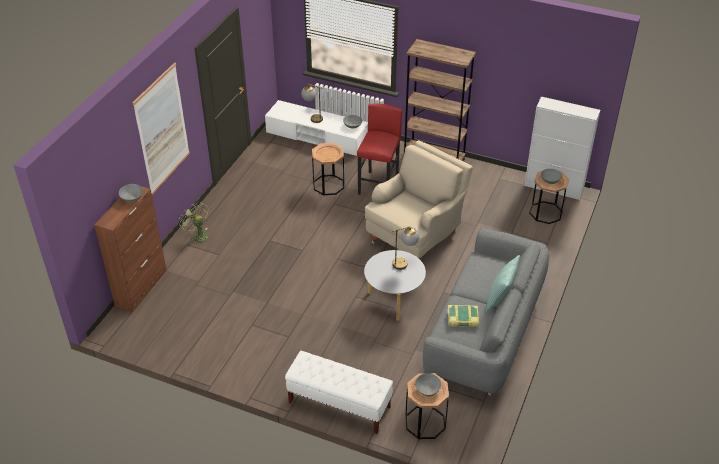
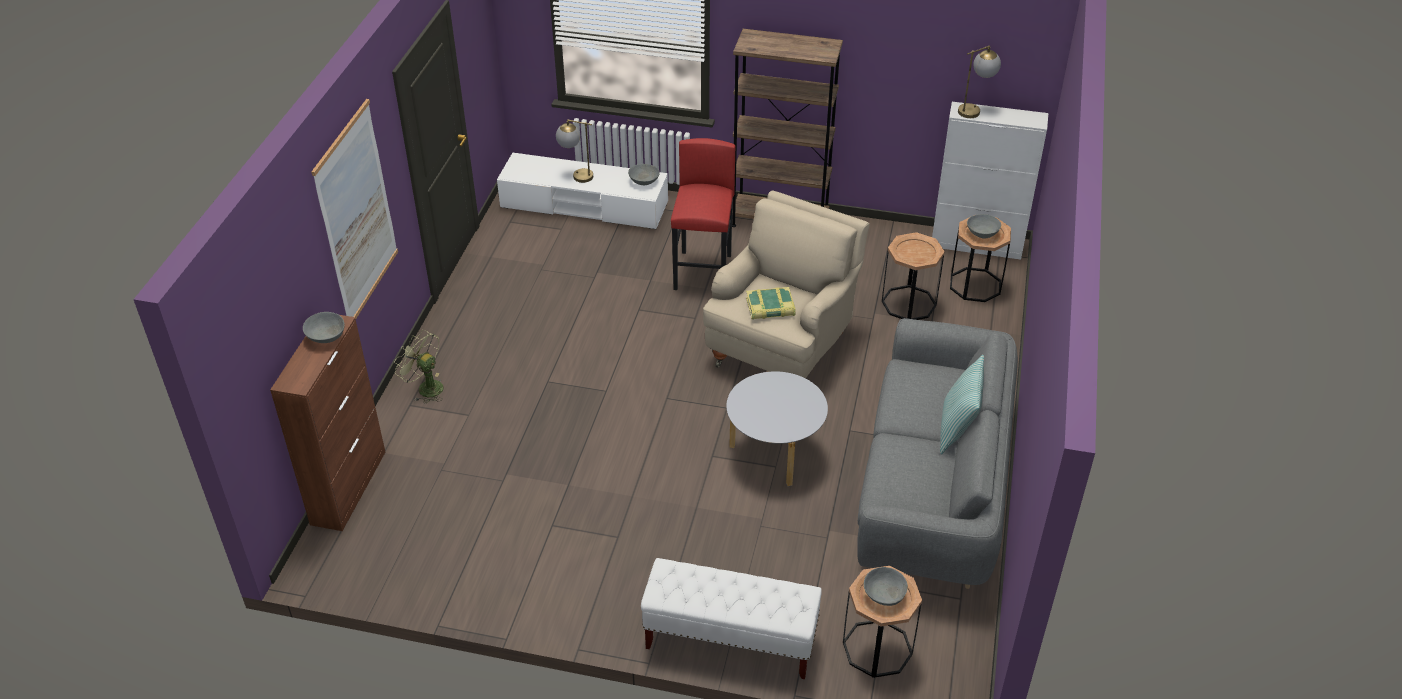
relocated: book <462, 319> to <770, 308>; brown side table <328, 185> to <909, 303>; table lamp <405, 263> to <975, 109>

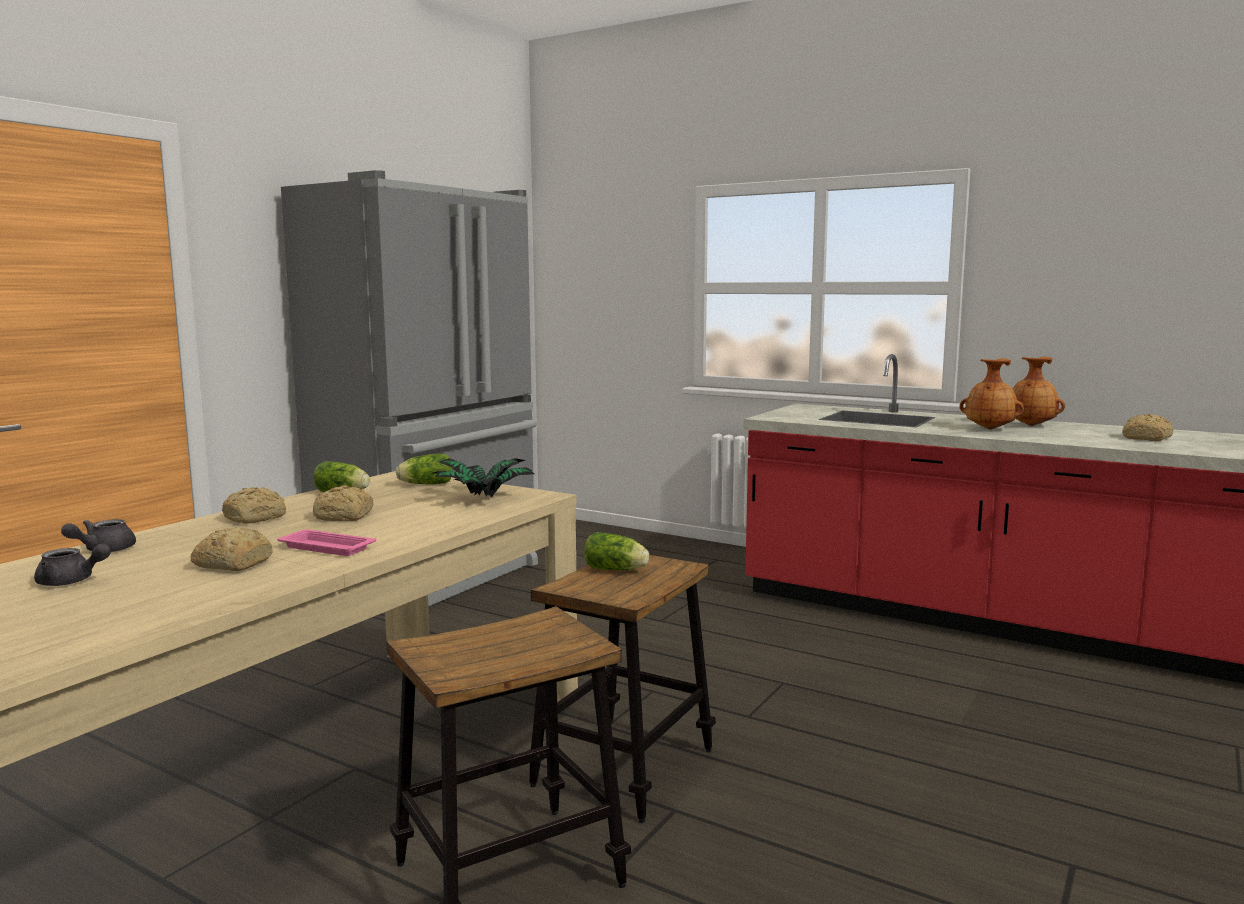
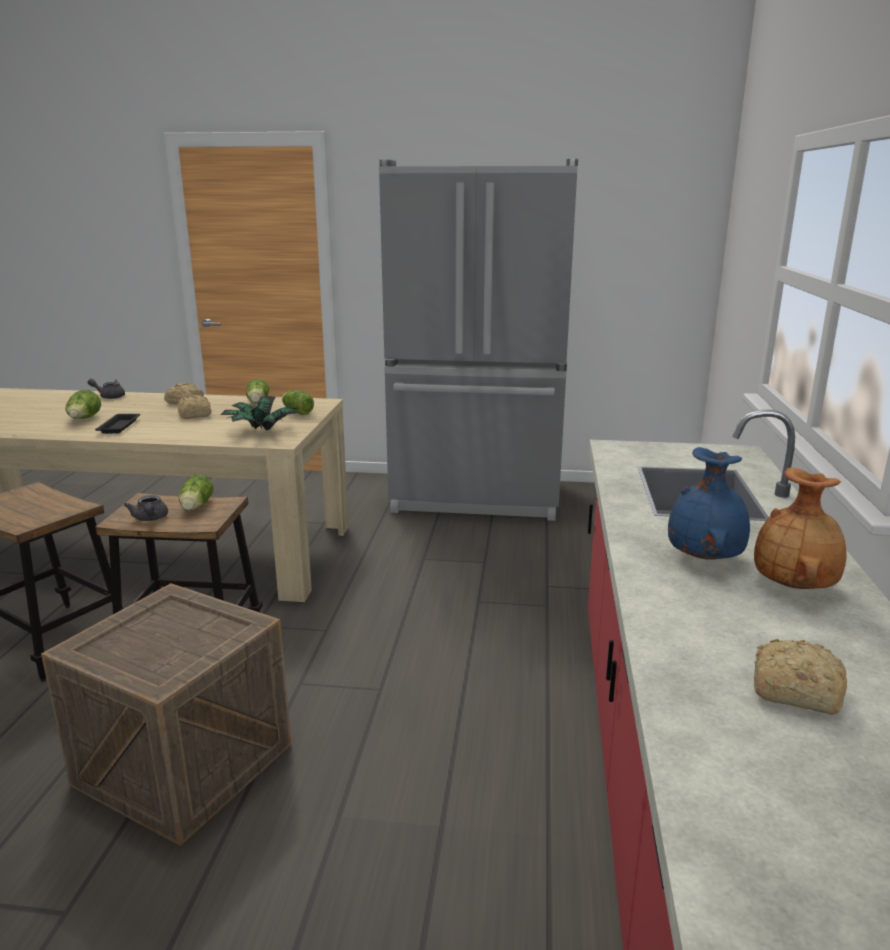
appeared: crate <184, 764>
relocated: grey teapot <71, 582> to <150, 519>
exchanged: bread <233, 564> to lettuce <84, 419>
colour: pink tray <325, 548> to black tray <119, 426>; brown vase <989, 429> to blue vase <705, 558>

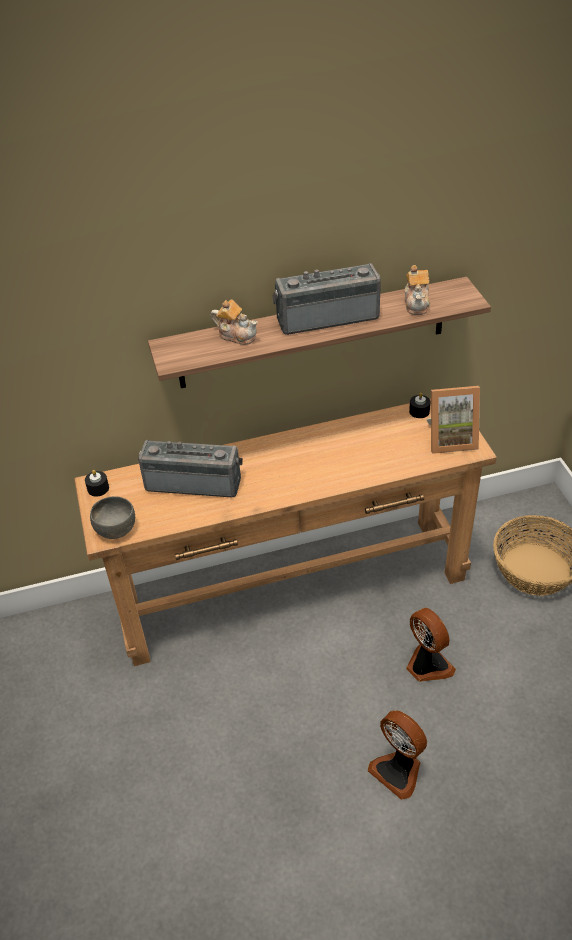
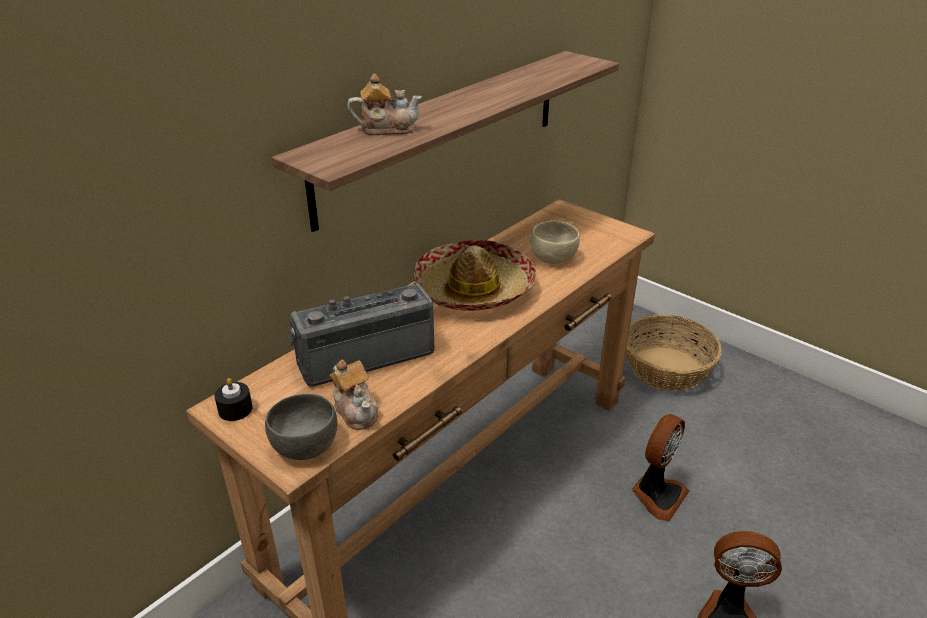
missing: radio <327, 316>; black candle <419, 411>; picture frame <450, 439>
appeared: hat <474, 288>; beige bowl <553, 257>
relocated: teapot <417, 304> to <356, 410>
spun: fan <427, 665> = <657, 495> 105 degrees clockwise

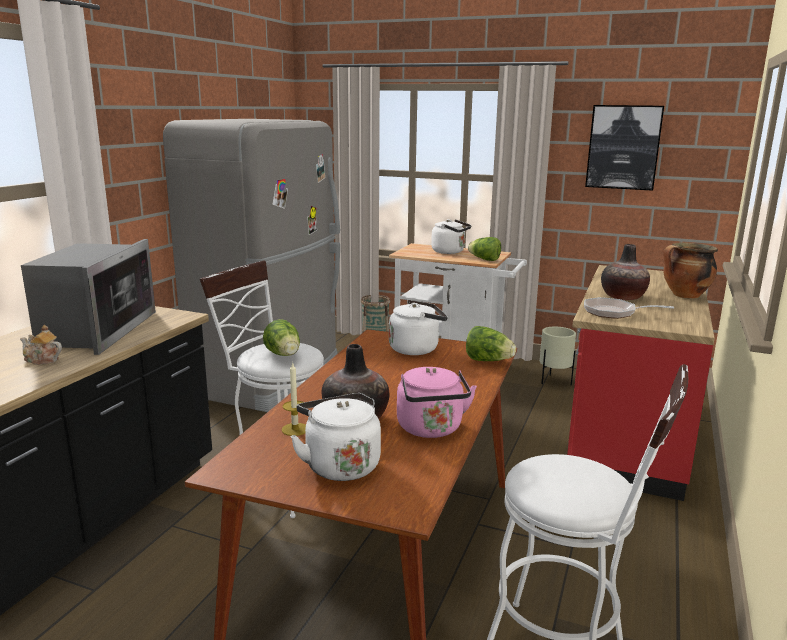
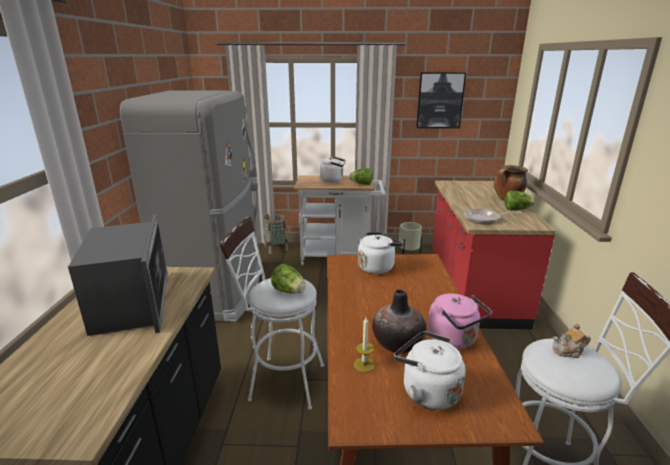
missing: vase <623, 297>
relocated: lettuce <488, 361> to <516, 209>; teapot <42, 360> to <568, 351>

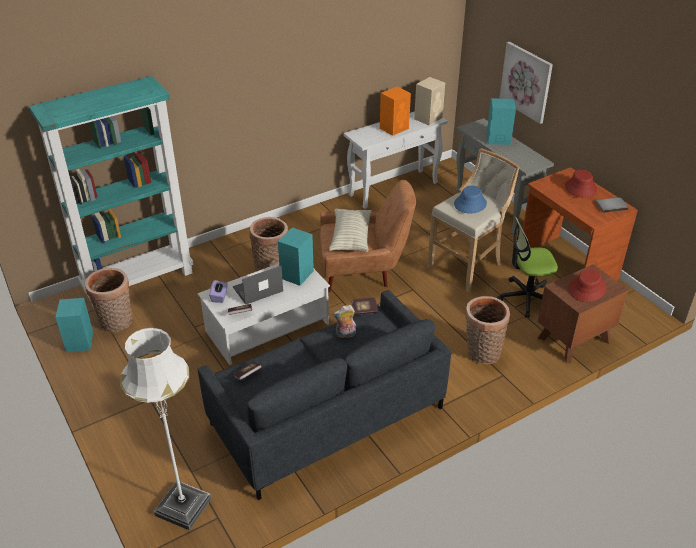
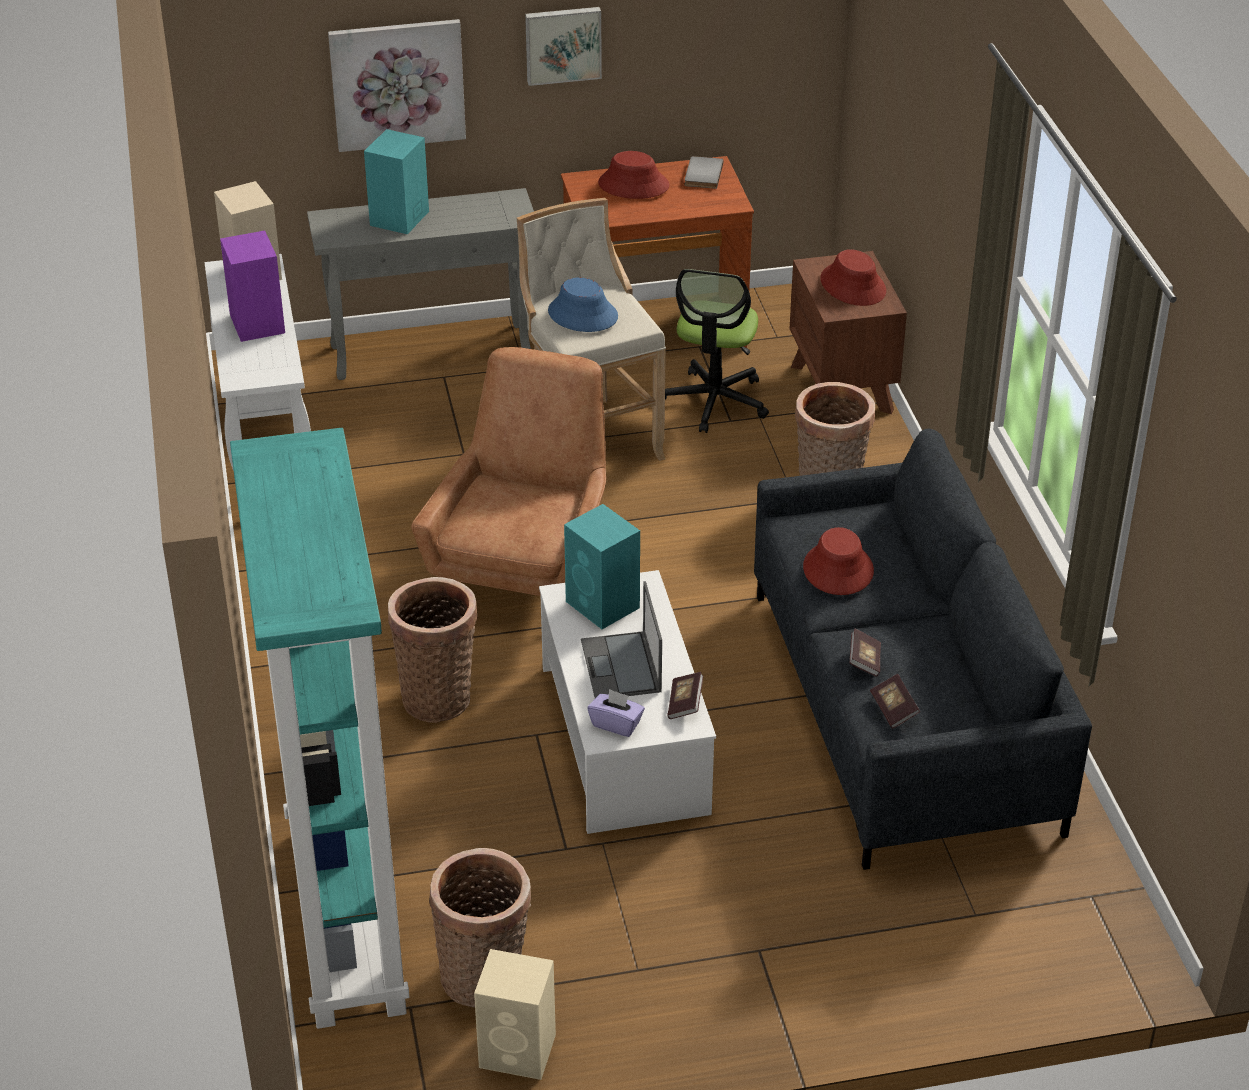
missing: white floor lamp <183, 507>; pillow <350, 238>
appeared: picture <563, 44>
relocated: book <364, 310> to <864, 661>
exchanged: plush toy <345, 335> to red hat <837, 569>
colour: orange speaker <394, 128> to purple speaker <257, 323>; turquoise speaker <79, 342> to beige speaker <519, 1051>

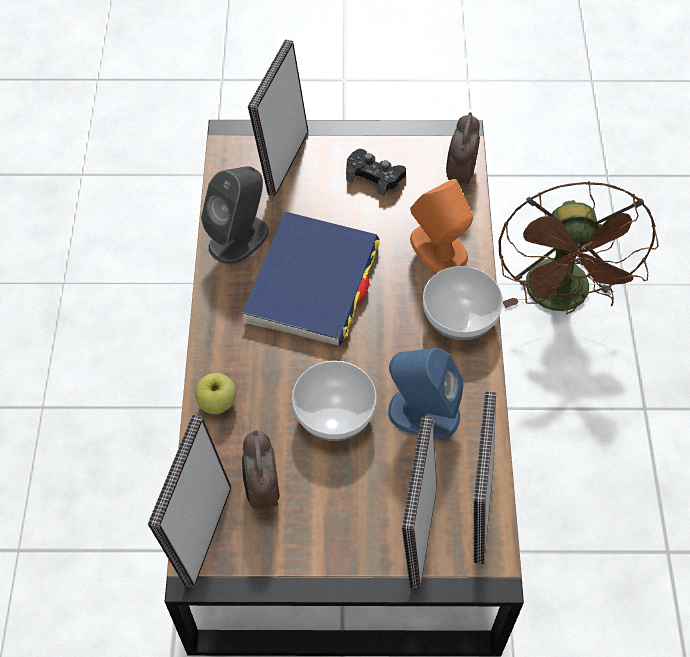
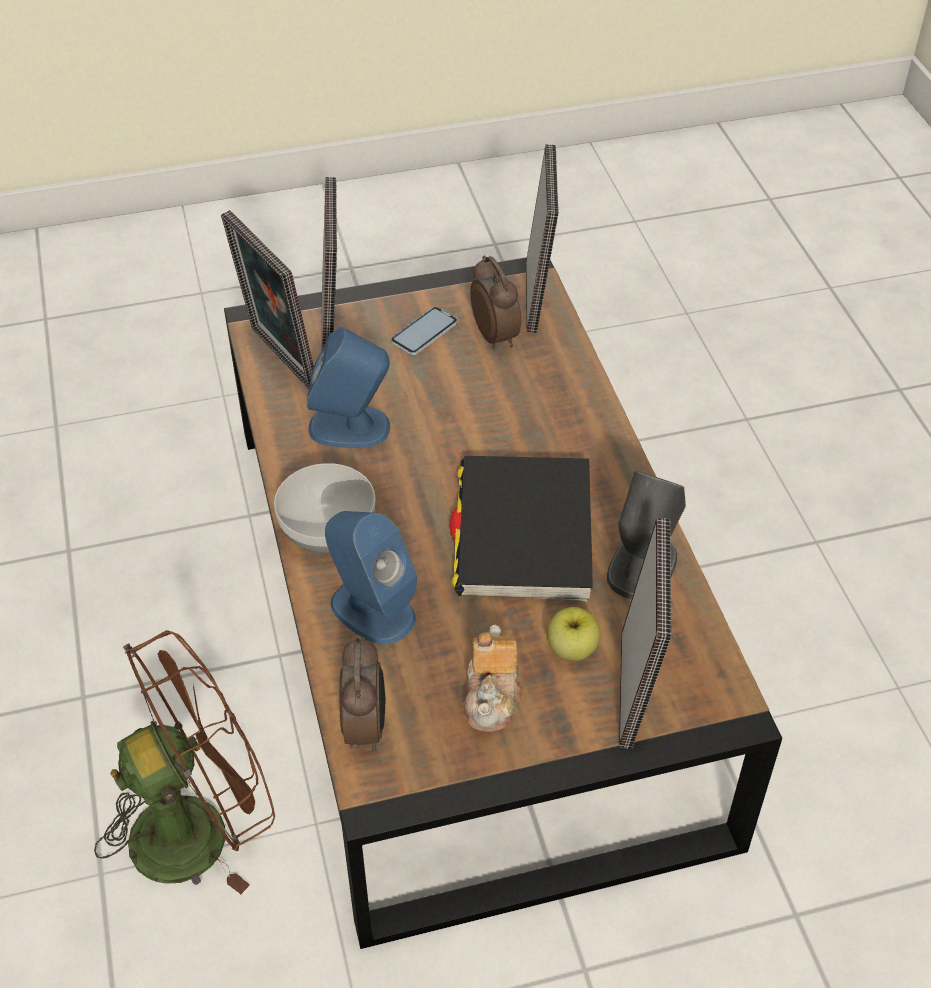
missing: bowl <333, 414>
appeared: phone <424, 332>
relocated: apple <217, 403> to <572, 649>
exchanged: black game controller <374, 176> to teapot <492, 697>
colour: orange speaker <439, 249> to blue speaker <372, 610>; blue book <312, 283> to black book <523, 533>
spun: brown fan <561, 299> = <198, 826> 75 degrees clockwise; picture frame <476, 510> = <278, 359> 150 degrees clockwise

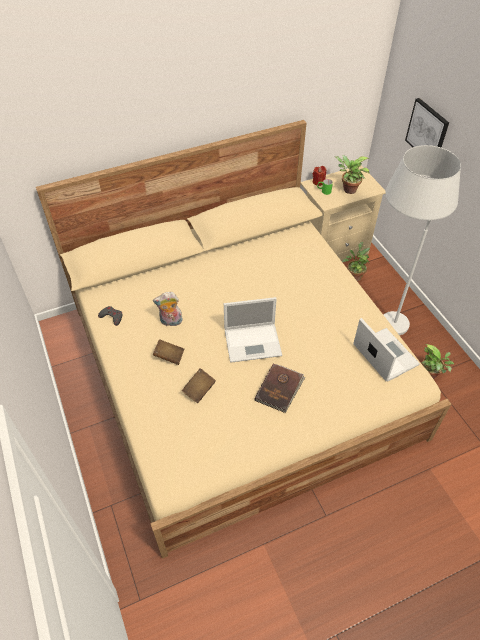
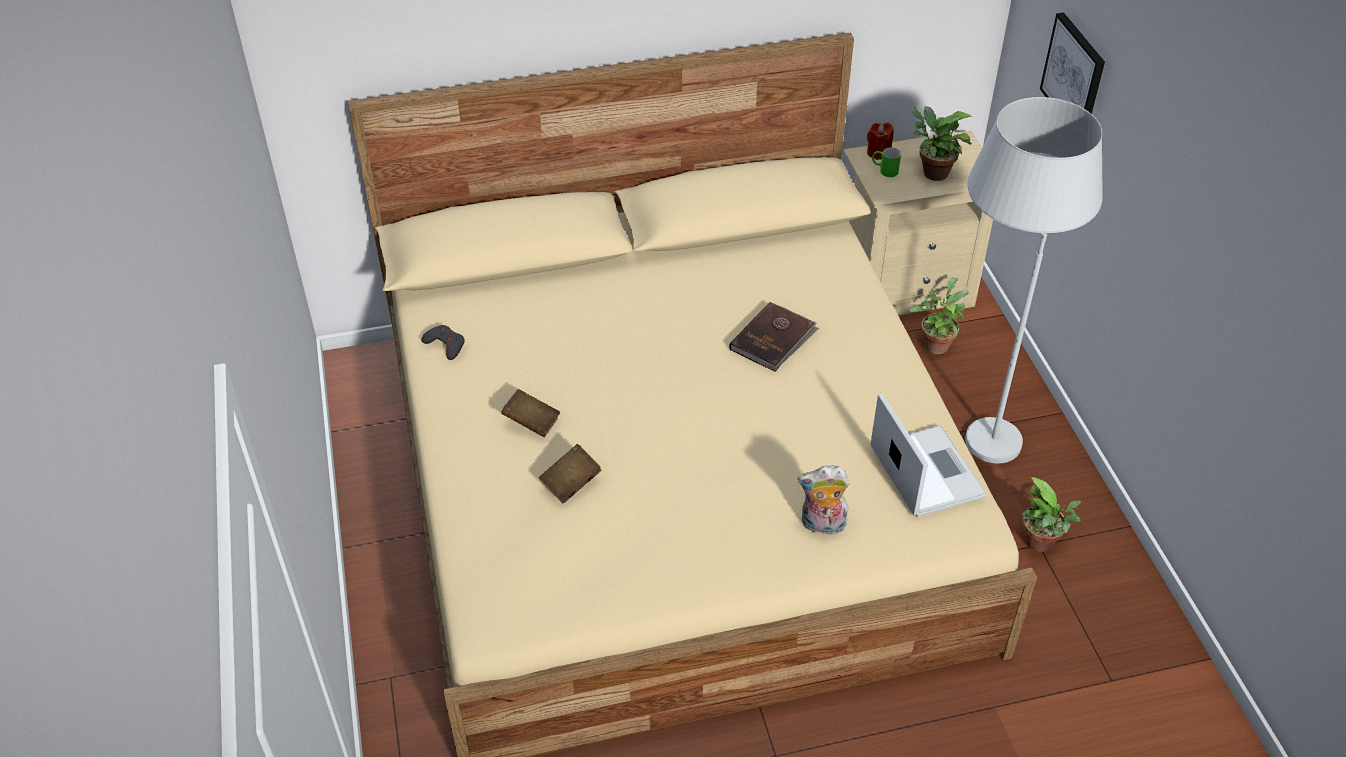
missing: laptop <254, 342>
relocated: brown book <280, 389> to <774, 339>; plush toy <170, 322> to <822, 525>

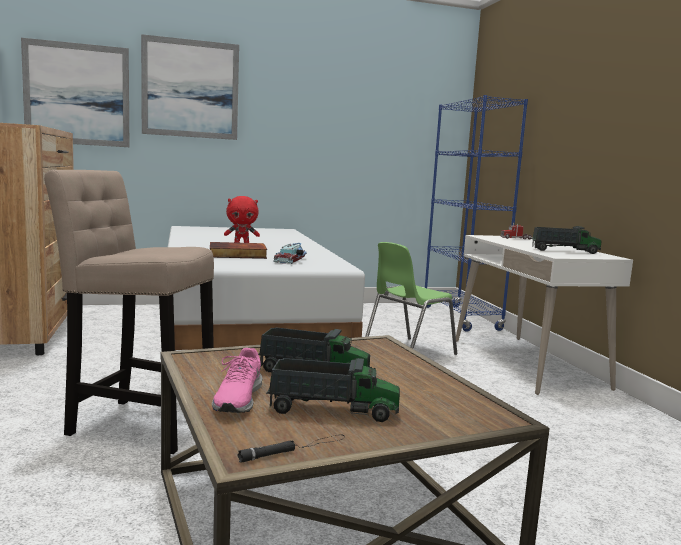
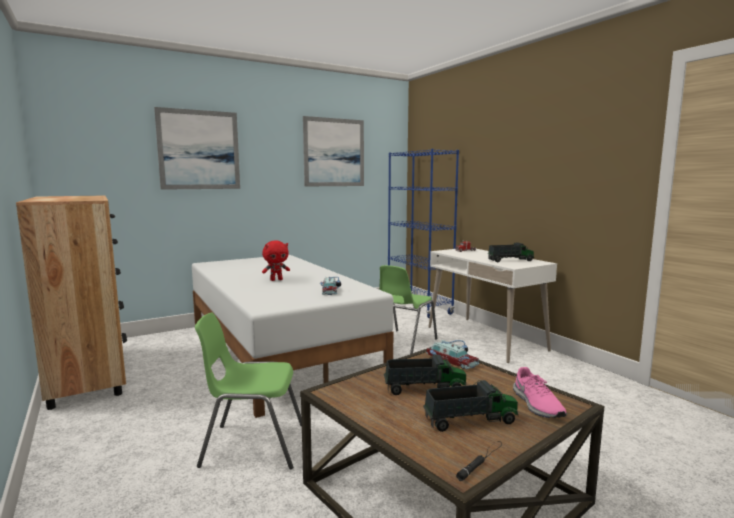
missing: book <237, 254>
appeared: toy car <452, 359>
relocated: picture <77, 94> to <334, 152>; pink shoe <237, 398> to <536, 404>
exchanged: beige stool <136, 424> to green chair <252, 445>

